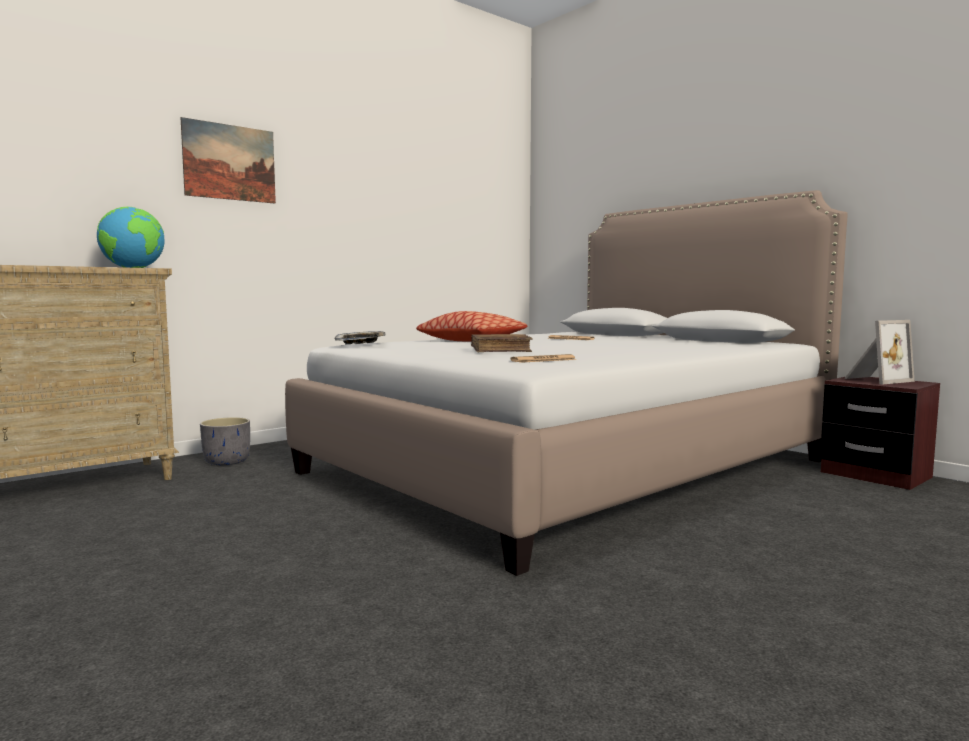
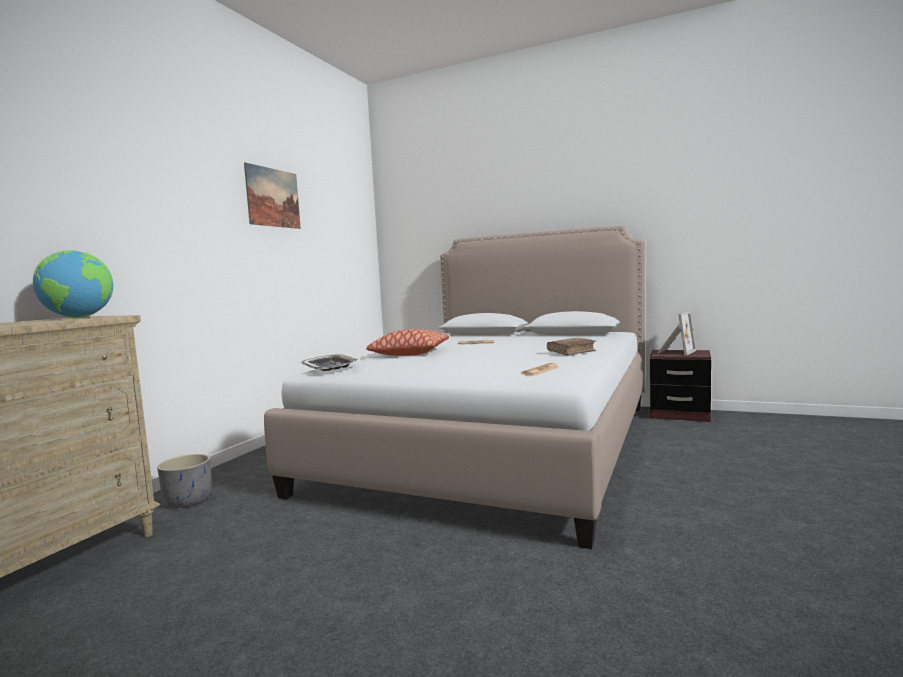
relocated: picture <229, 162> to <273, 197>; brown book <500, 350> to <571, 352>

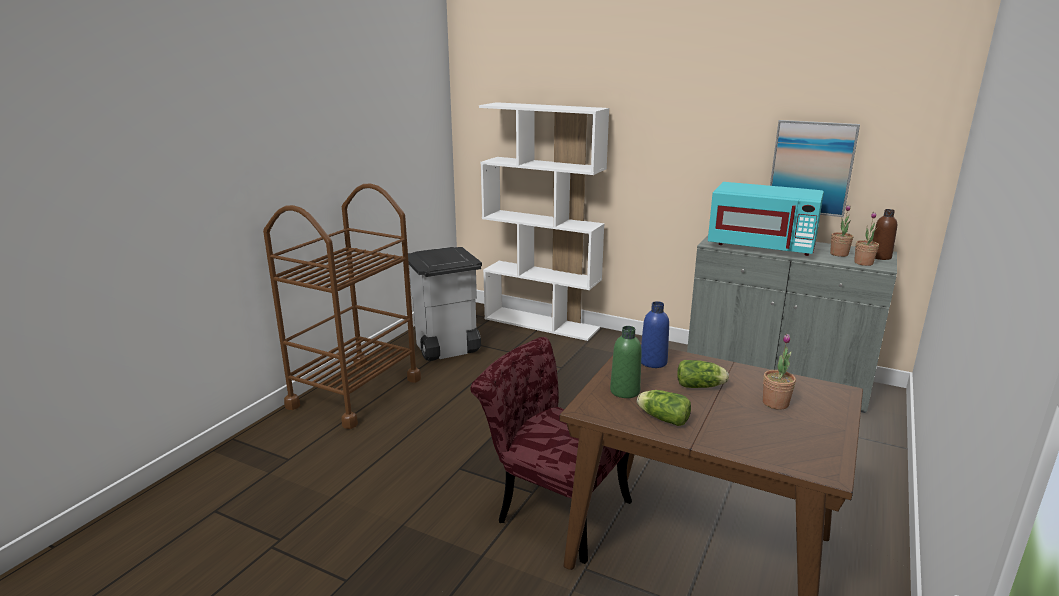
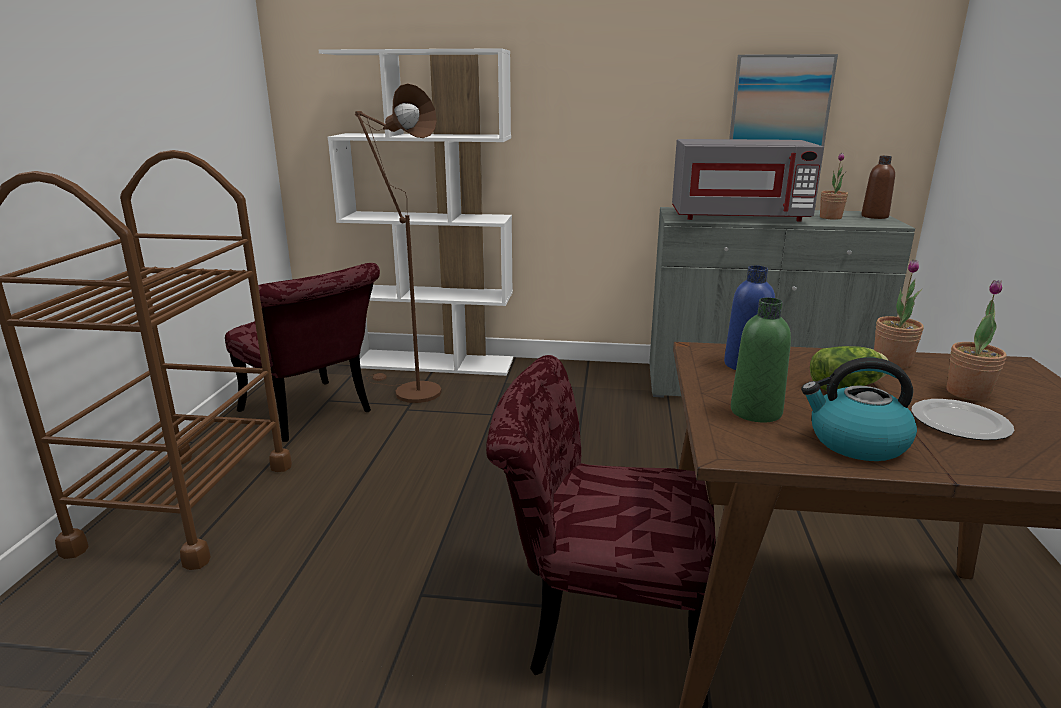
appeared: brown floor lamp <410, 391>; plate <958, 423>
relocated: potted plant <863, 263> to <891, 362>
exchanged: grey trash can <446, 349> to red chair <313, 415>; lettuce <662, 418> to kettle <856, 442>
colour: turquoise microwave <762, 246> to grey microwave <738, 217>

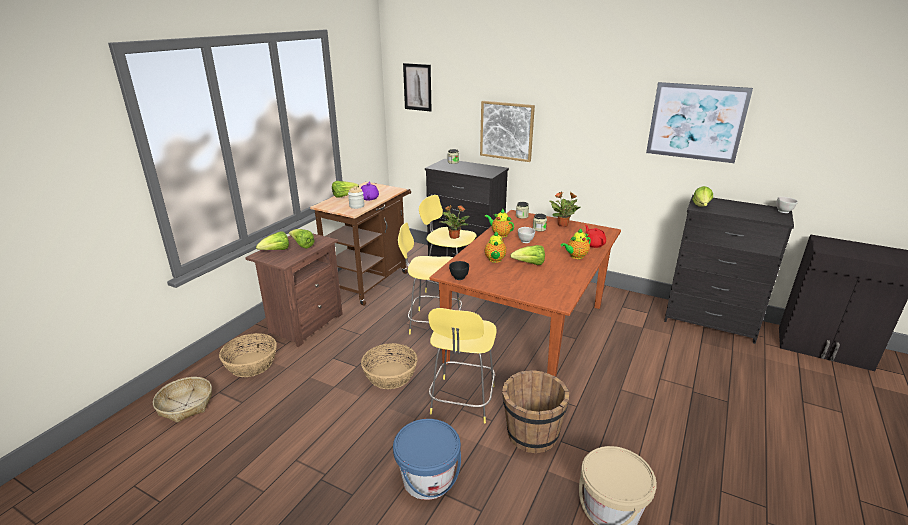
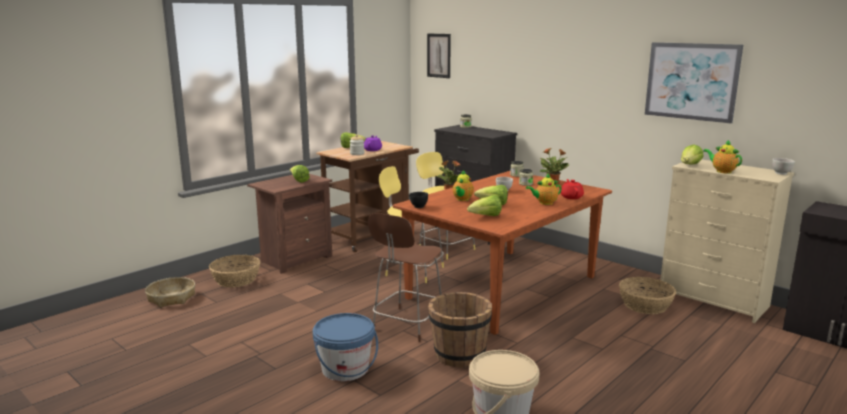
missing: picture <507, 131>
relocated: lettuce <276, 251> to <486, 216>; basket <390, 375> to <645, 305>; teapot <500, 234> to <722, 171>
colour: yellow stool <462, 401> to brown stool <407, 325>; black dresser <710, 322> to beige dresser <713, 301>

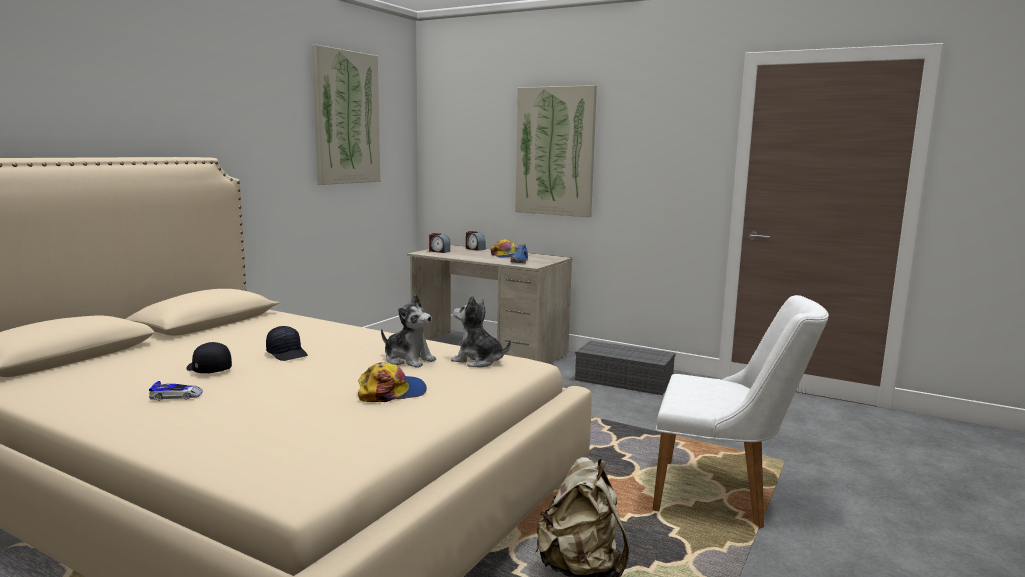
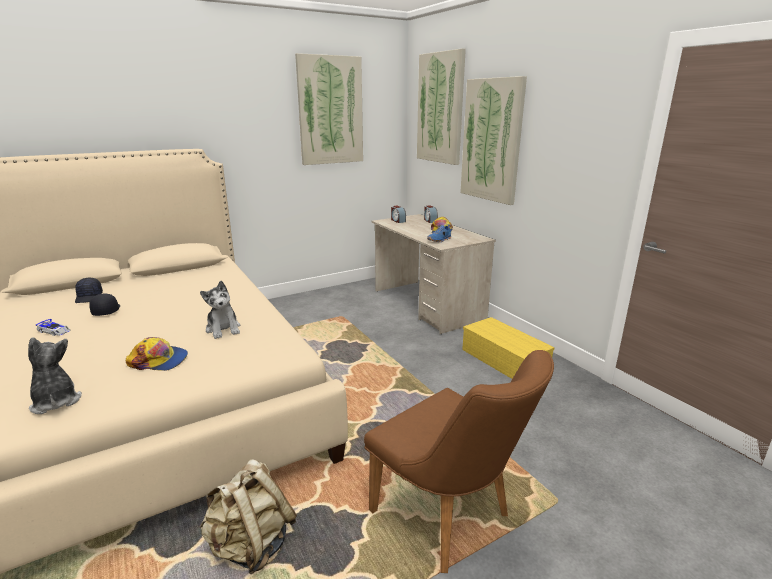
appeared: picture <440, 108>
relocated: plush toy <478, 361> to <56, 401>; black cap <288, 354> to <89, 297>
colour: white chair <723, 496> to brown chair <450, 520>; grey storage box <625, 380> to yellow storage box <505, 360>

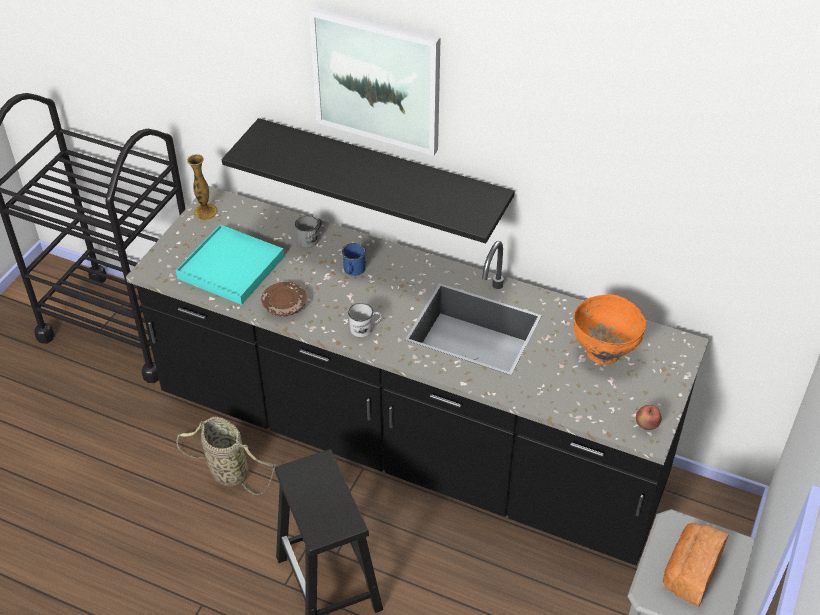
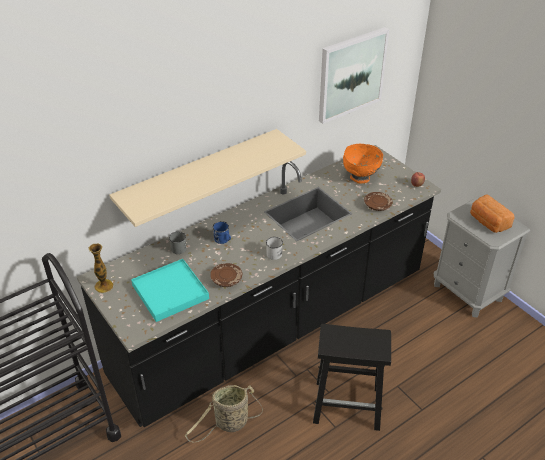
appeared: brown plate <377, 205>
relocated: picture <377, 79> to <351, 74>
colour: black shelf <382, 176> to beige shelf <199, 175>

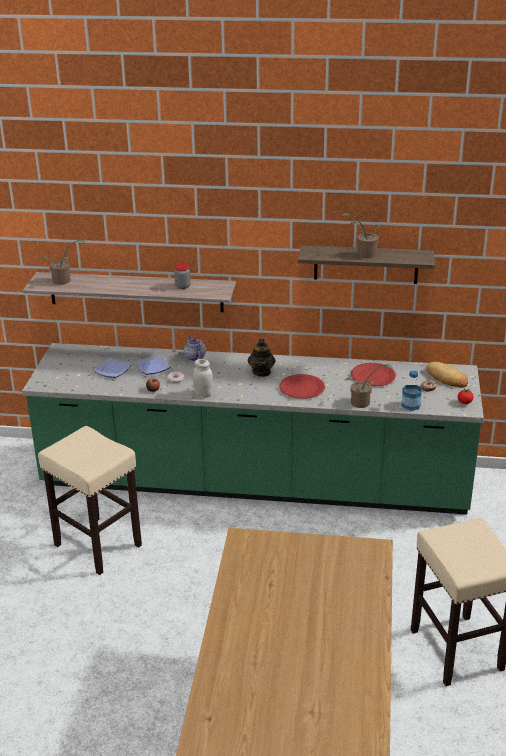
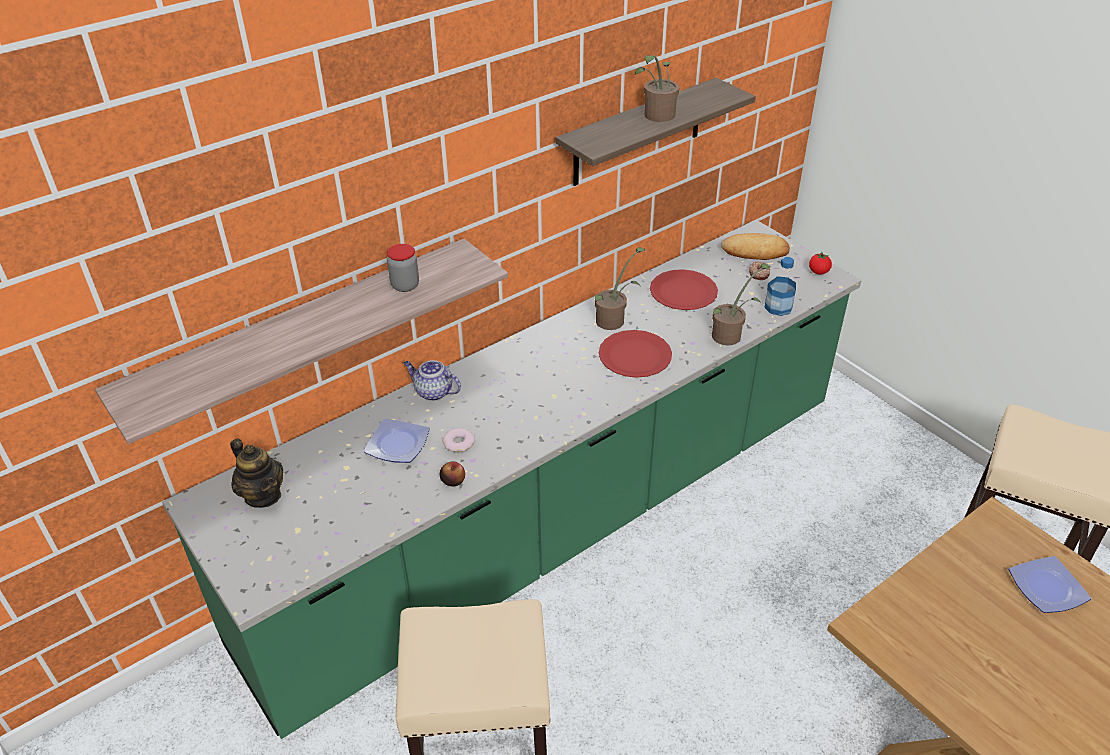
missing: white jar <203, 394>
relocated: teapot <262, 372> to <263, 495>; potted plant <64, 281> to <614, 320>; plate <113, 370> to <1047, 587>

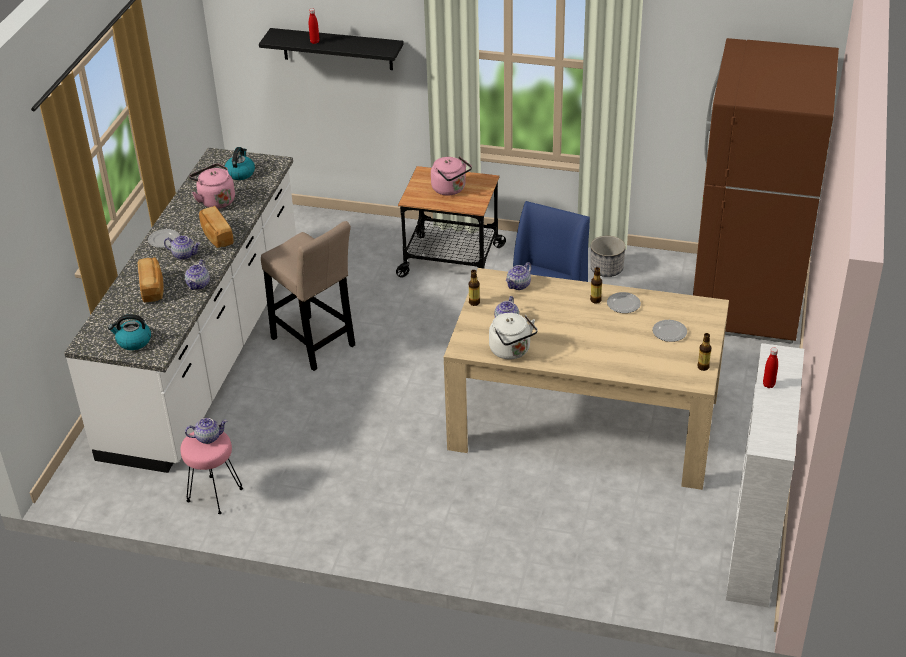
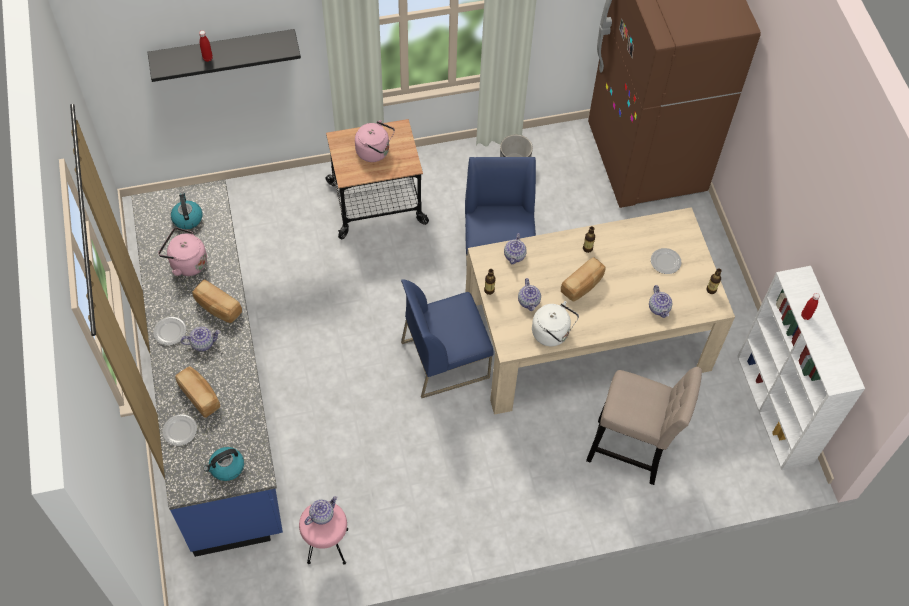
appeared: blue chair <445, 359>; bread <583, 285>
relocated: plate <623, 304> to <180, 431>; beige stool <315, 345> to <631, 452>; teapot <198, 284> to <659, 308>
colour: white counter <207, 352> to blue counter <219, 393>

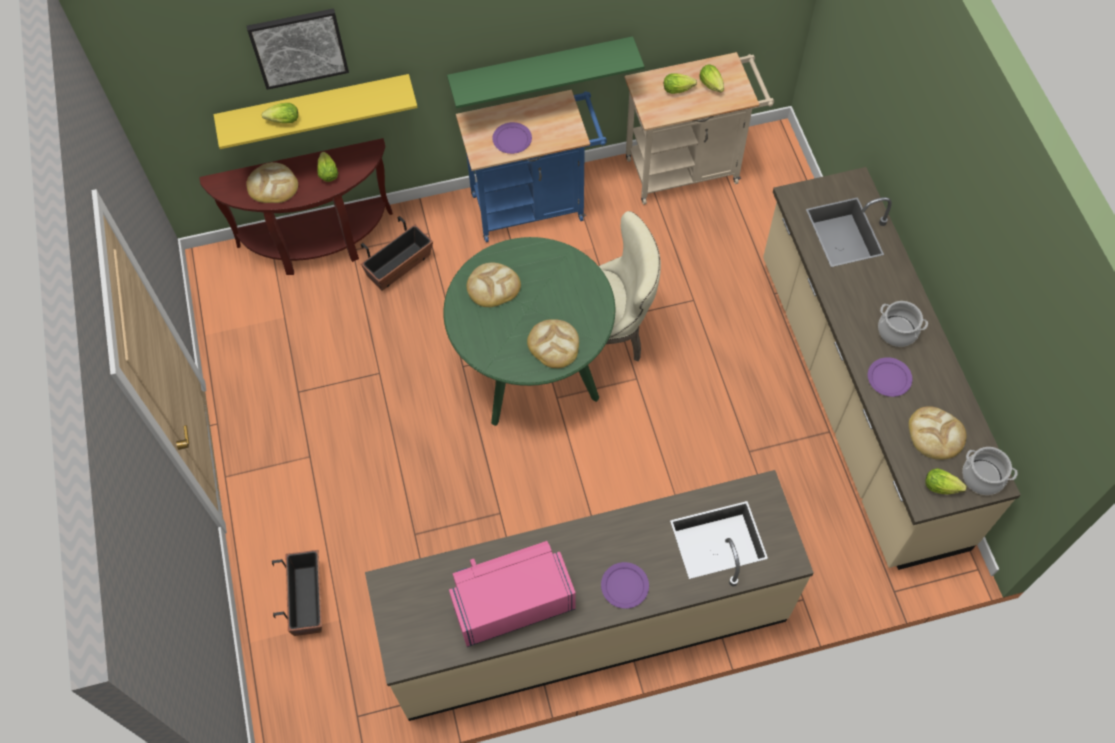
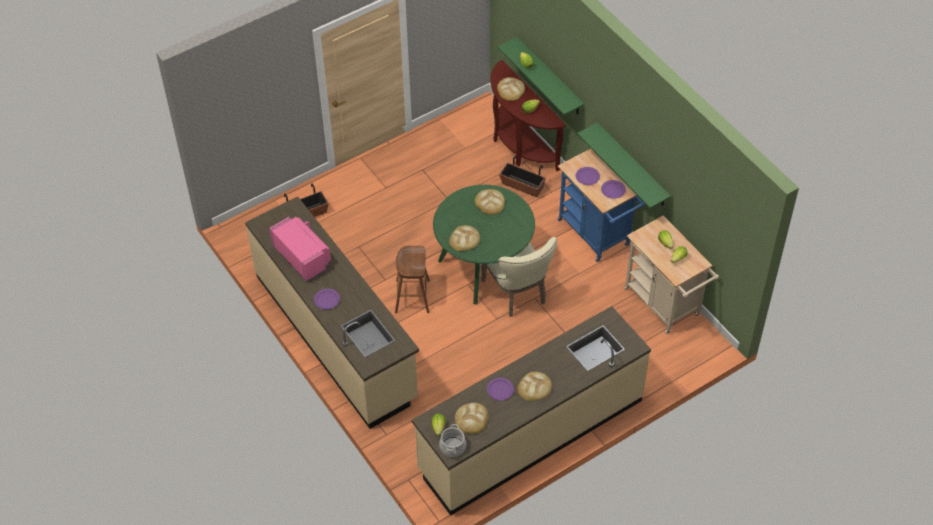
missing: picture <299, 47>
appeared: brown stool <412, 296>; purple plate <613, 190>
exchanged: cooking pot <897, 331> to bread <534, 388>
colour: yellow shelf <315, 106> to green shelf <549, 77>

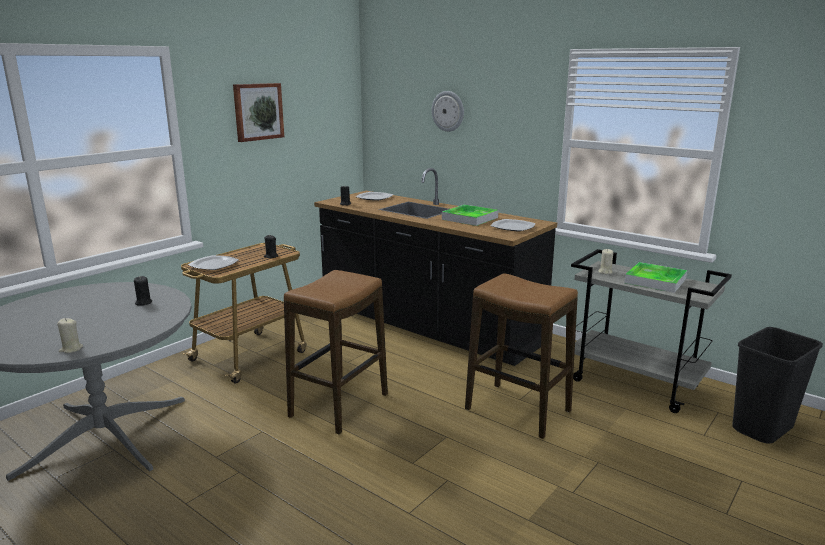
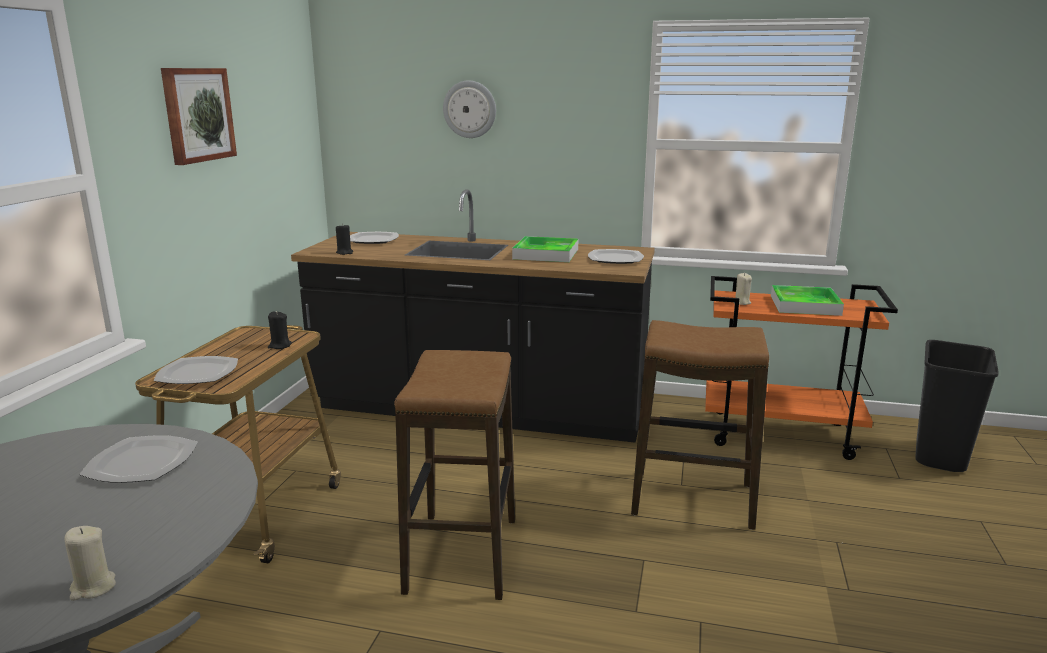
exchanged: black candle <143, 302> to plate <143, 462>
colour: grey cart <635, 383> to orange cart <781, 434>

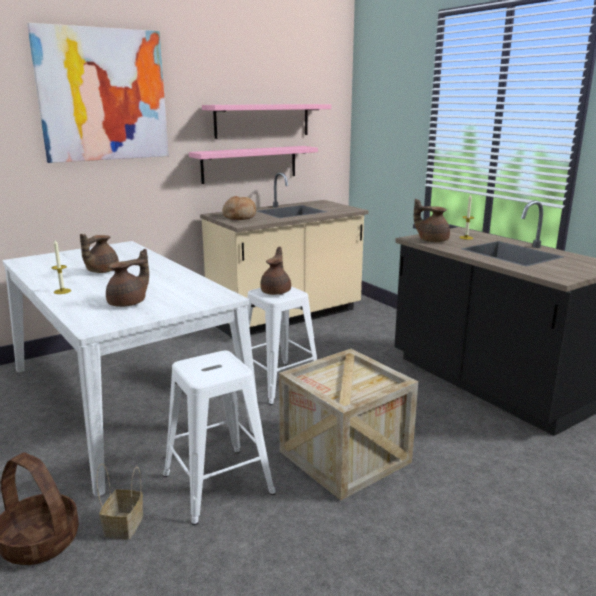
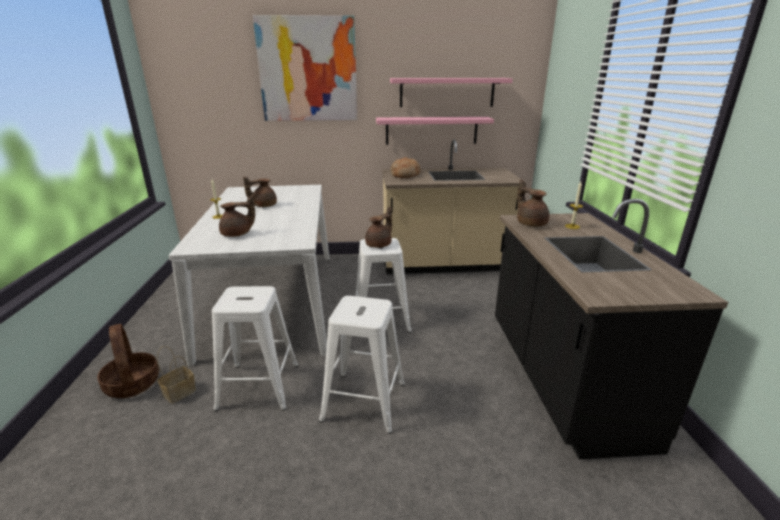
exchanged: crate <345, 457> to white stool <363, 400>

